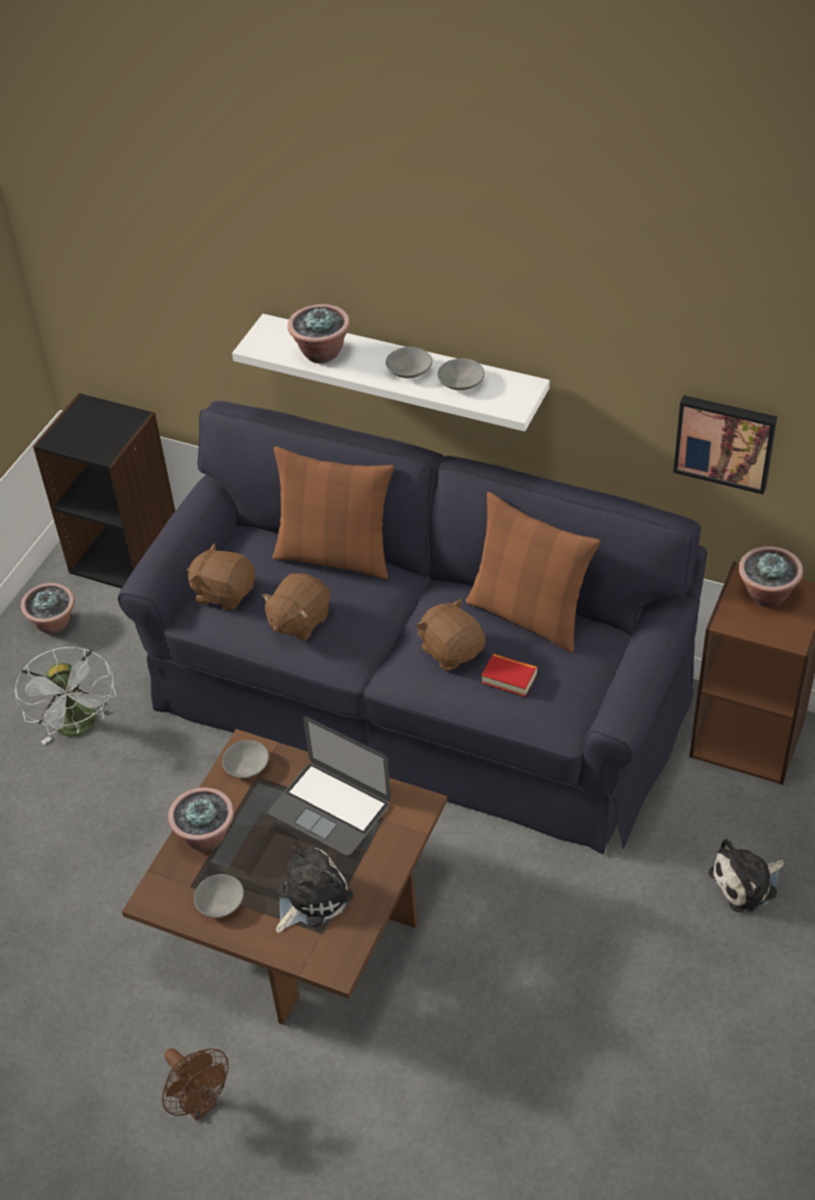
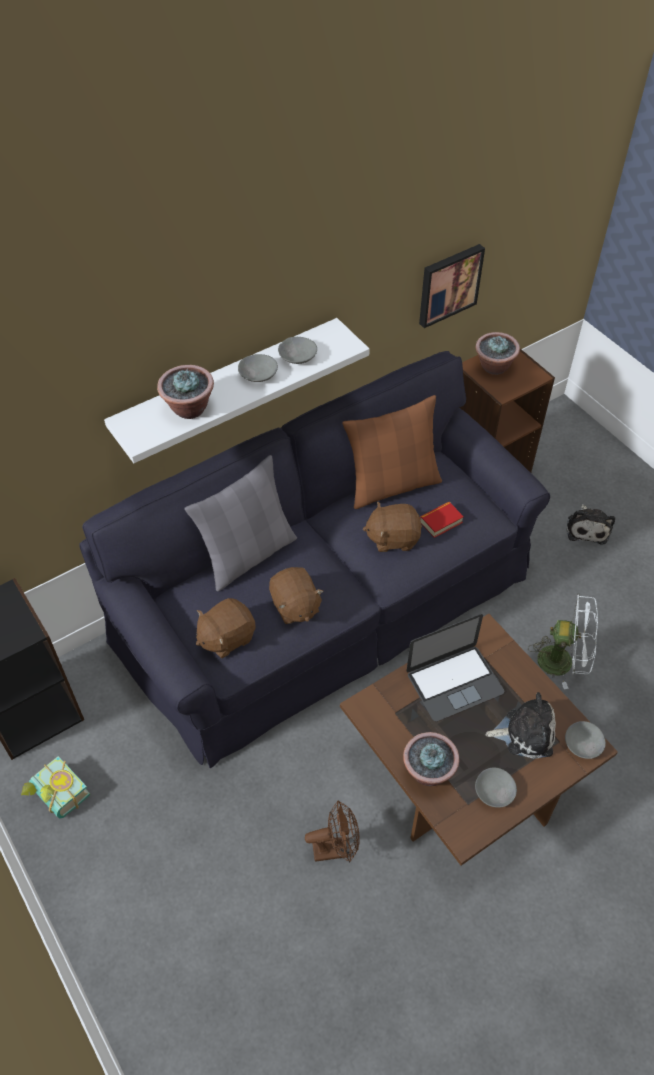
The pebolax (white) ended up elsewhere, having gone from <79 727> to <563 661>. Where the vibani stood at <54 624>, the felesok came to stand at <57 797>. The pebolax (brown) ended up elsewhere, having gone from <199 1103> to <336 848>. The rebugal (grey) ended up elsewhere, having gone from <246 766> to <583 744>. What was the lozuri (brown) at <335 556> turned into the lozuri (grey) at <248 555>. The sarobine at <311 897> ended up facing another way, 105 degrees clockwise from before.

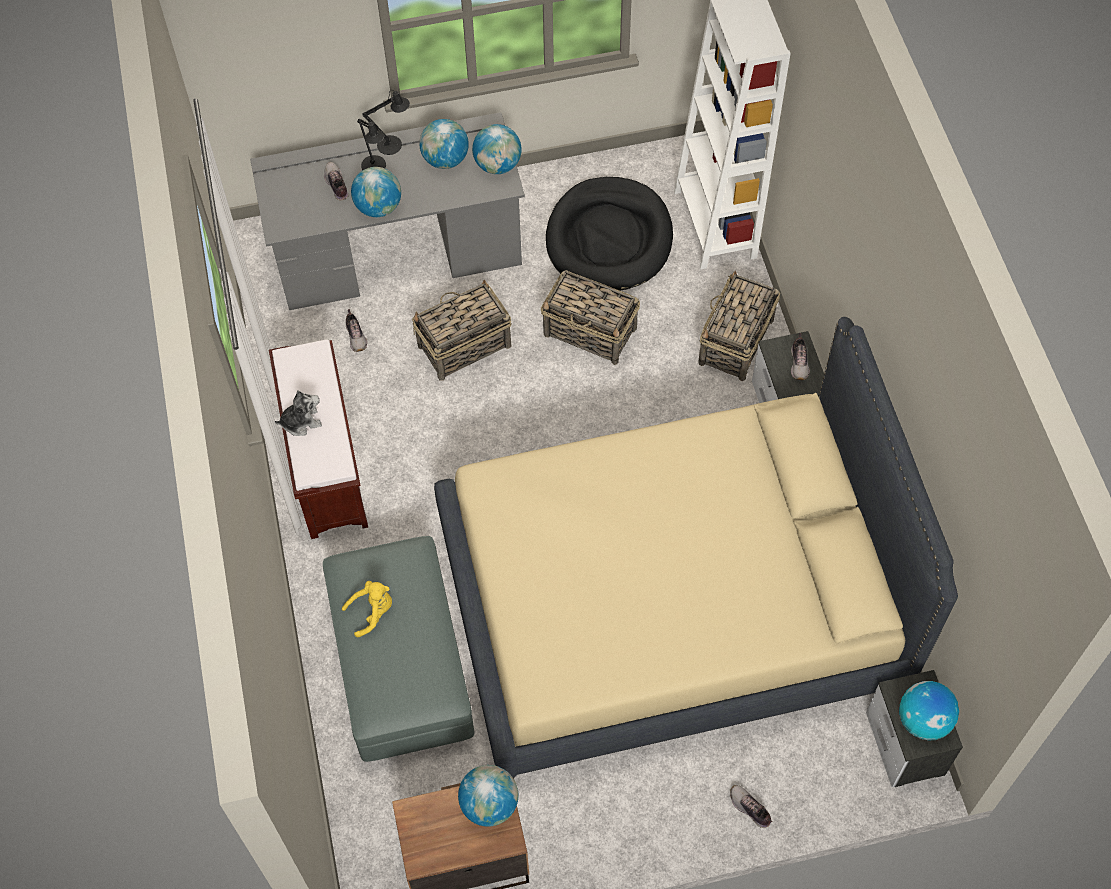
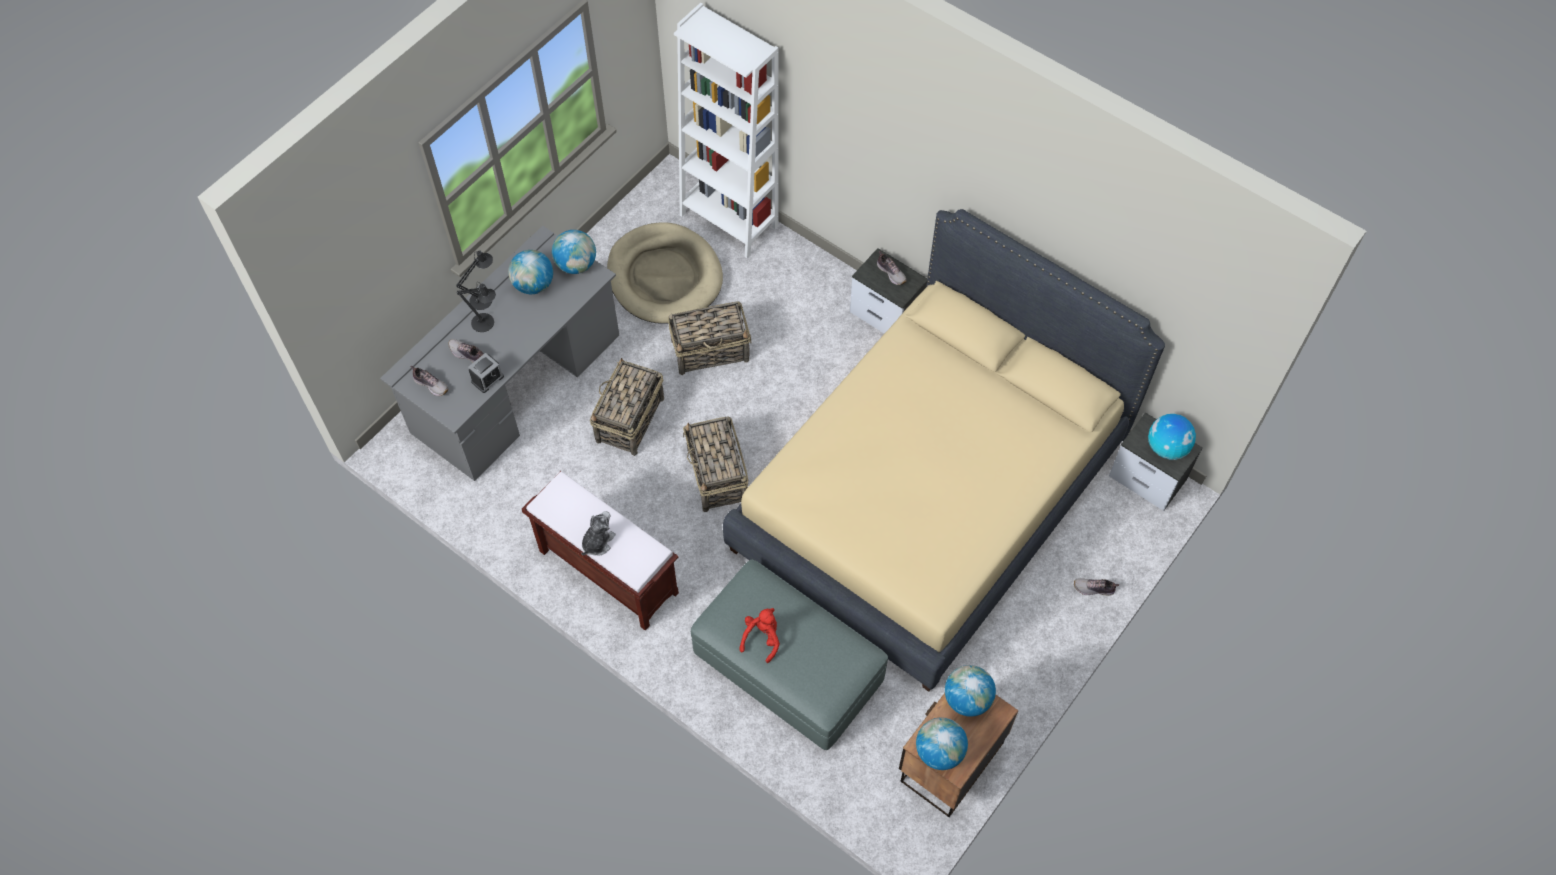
What was the sarobine (yellow) at <372 612> turned into the sarobine (red) at <762 638>. The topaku ended up elsewhere, having gone from <356 336> to <431 384>. The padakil ended up elsewhere, having gone from <378 207> to <939 751>. What was the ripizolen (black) at <609 238> turned into the ripizolen (beige) at <664 277>. The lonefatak ended up elsewhere, having gone from <735 342> to <717 476>. The second view gained the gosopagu at <487 379>.

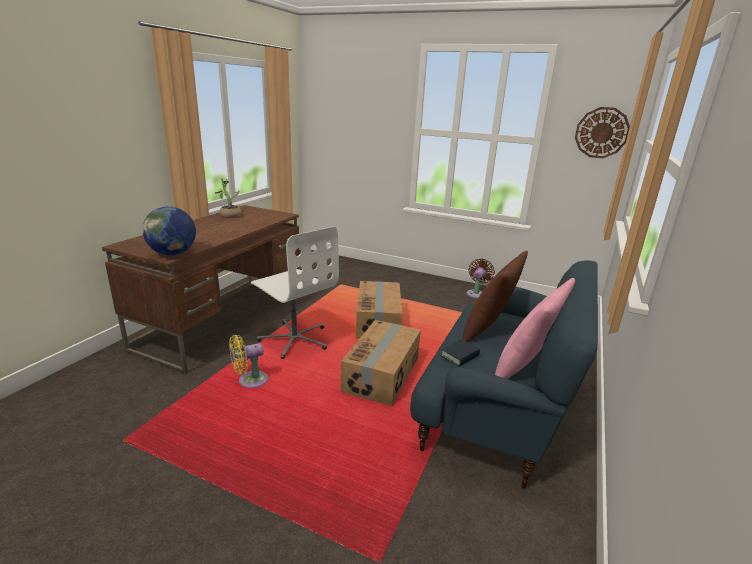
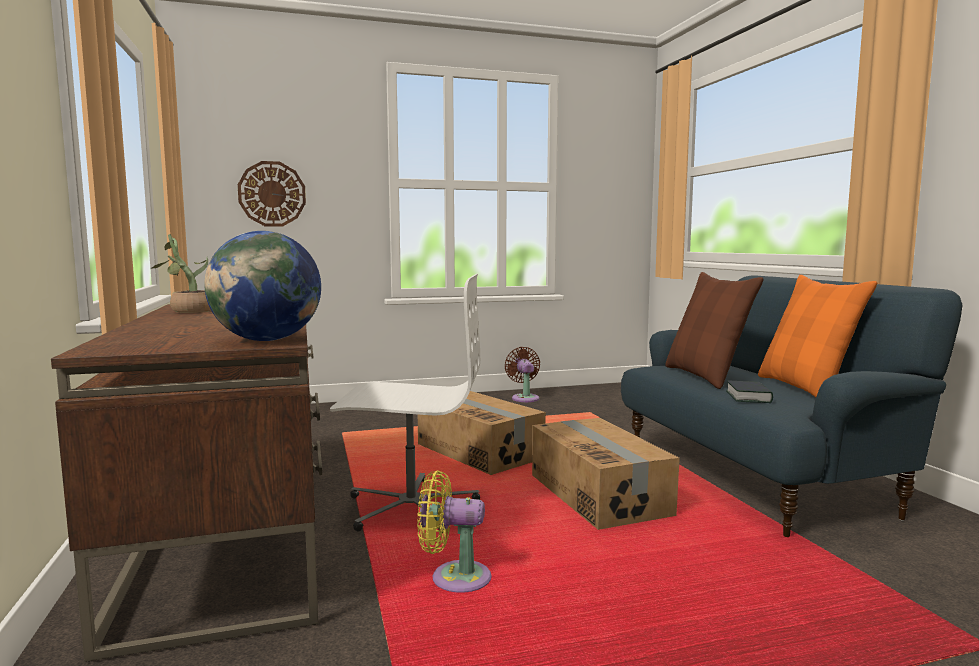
The pebolax (yellow) at <250 381> ended up facing another way, 75 degrees clockwise from before. What was the lozuri (pink) at <525 367> turned into the lozuri (orange) at <805 388>. The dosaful ended up elsewhere, having gone from <601 133> to <272 194>.

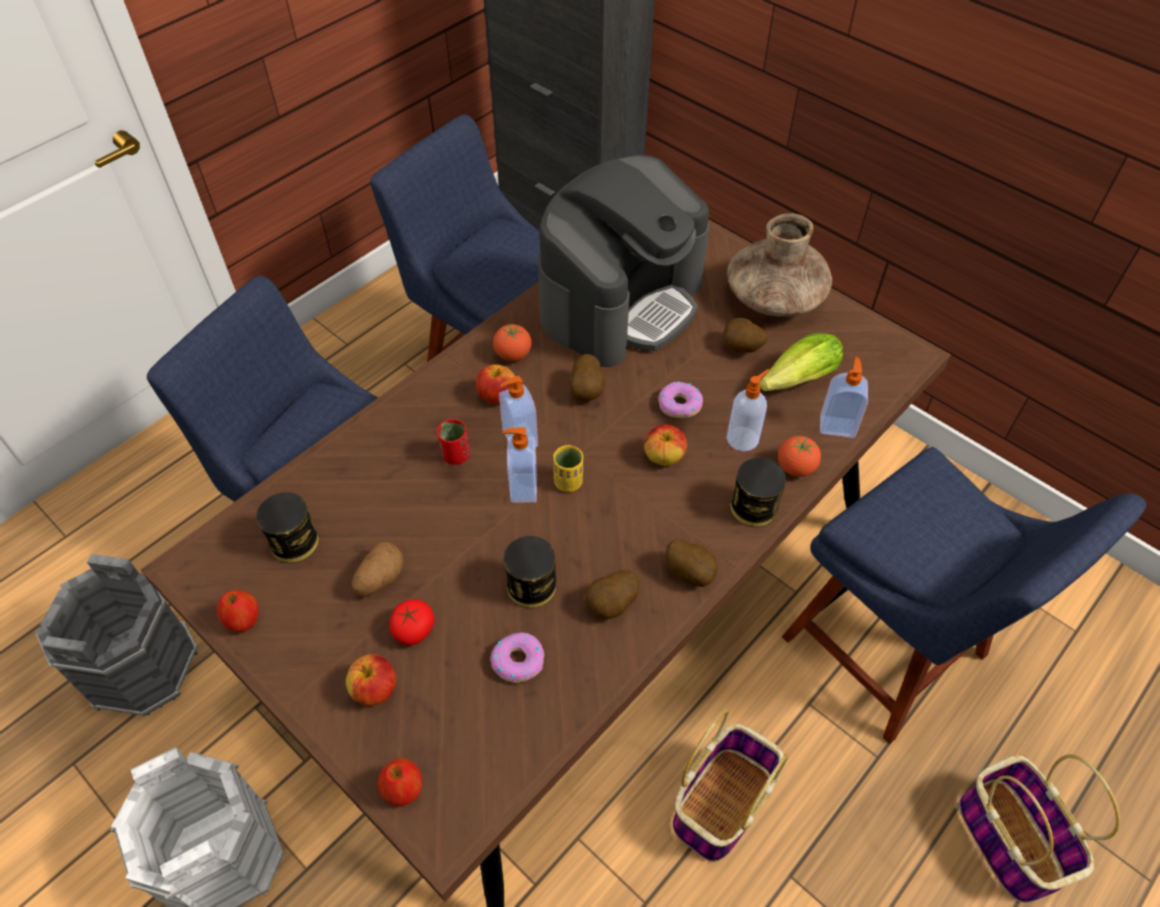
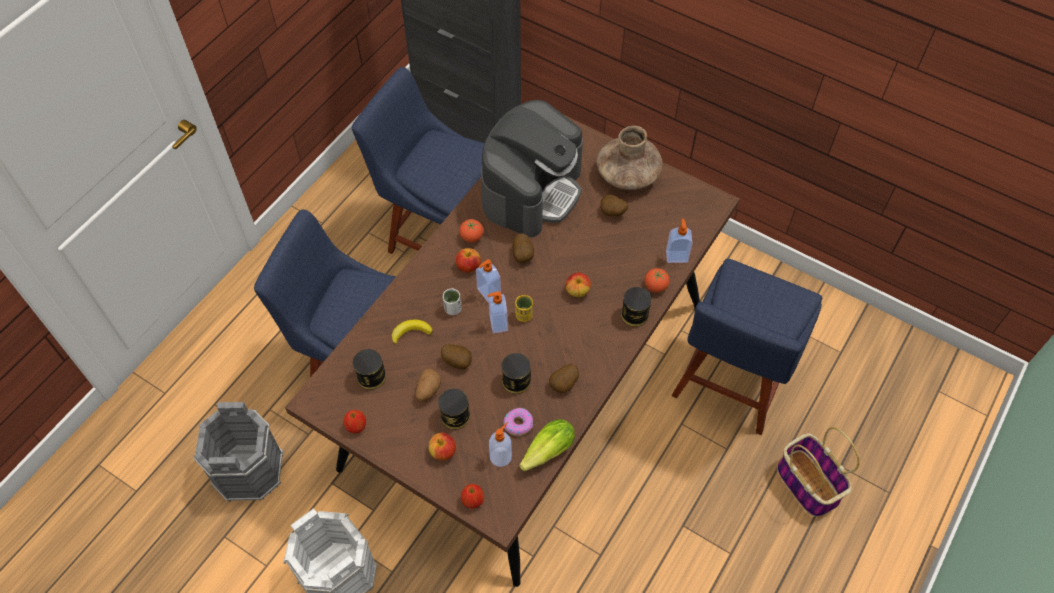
Where the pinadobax stood at <413 629>, the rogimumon came to stand at <455 416>. What was the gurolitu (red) at <456 455> turned into the gurolitu (white) at <453 309>. The second view lost the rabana at <679 405>. The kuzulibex ended up elsewhere, having gone from <690 572> to <458 361>. The second view lost the lonefatak at <722 802>. The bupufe ended up elsewhere, having gone from <743 438> to <501 456>. The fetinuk ended up elsewhere, having gone from <794 381> to <545 453>. The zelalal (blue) at <892 654> ended up facing another way, 75 degrees clockwise from before. The second view gained the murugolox at <411 332>.

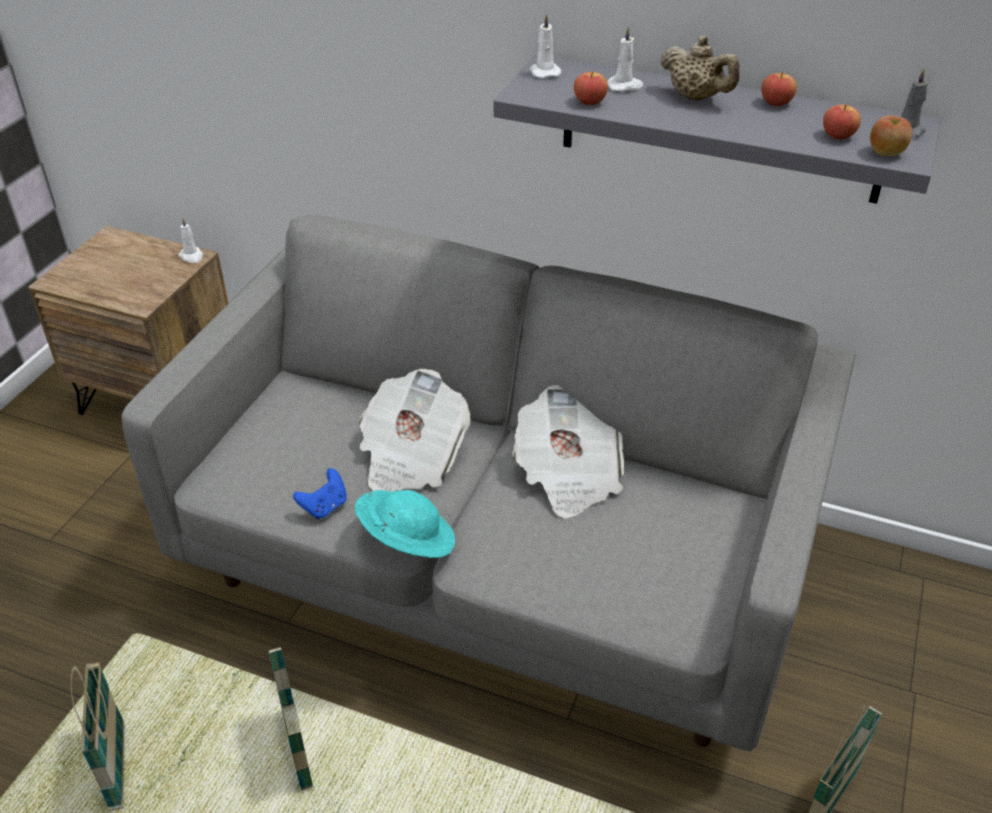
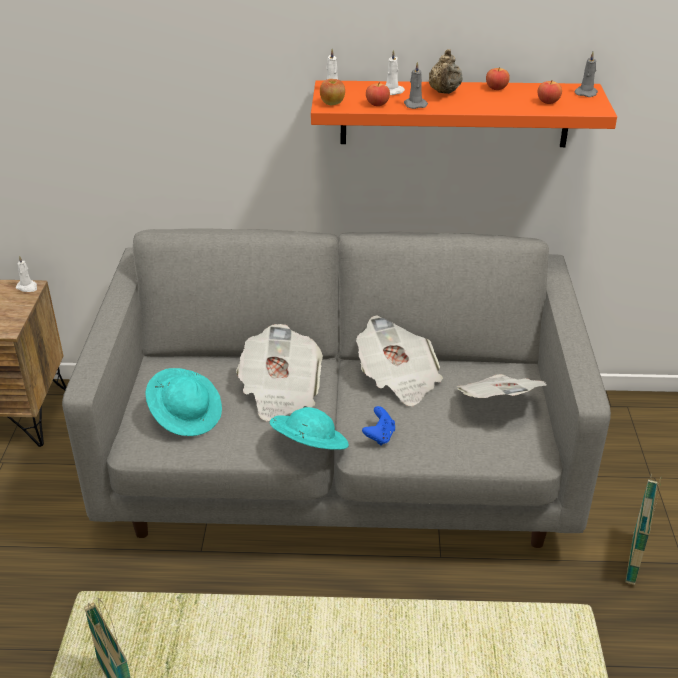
The second view lost the lonefatak at <298 750>. The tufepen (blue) ended up elsewhere, having gone from <325 507> to <379 436>. What was the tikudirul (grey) at <720 129> turned into the tikudirul (orange) at <454 114>. The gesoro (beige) at <696 98> ended up facing another way, 75 degrees clockwise from before. The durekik ended up elsewhere, having gone from <886 153> to <332 103>. The second view gained the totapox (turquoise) at <186 415>. The second view gained the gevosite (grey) at <414 104>. The second view gained the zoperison at <498 404>.

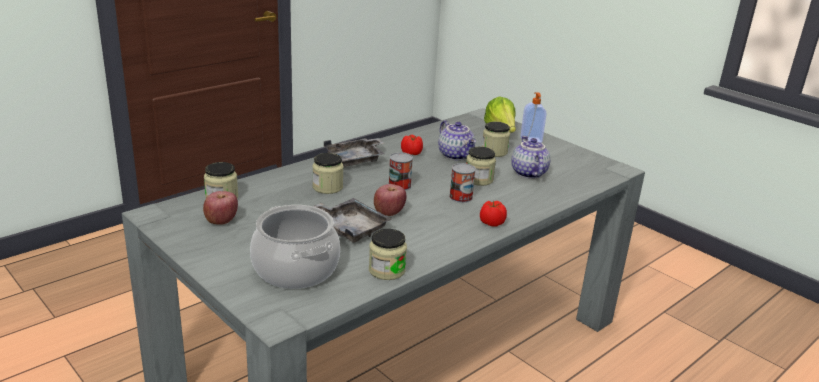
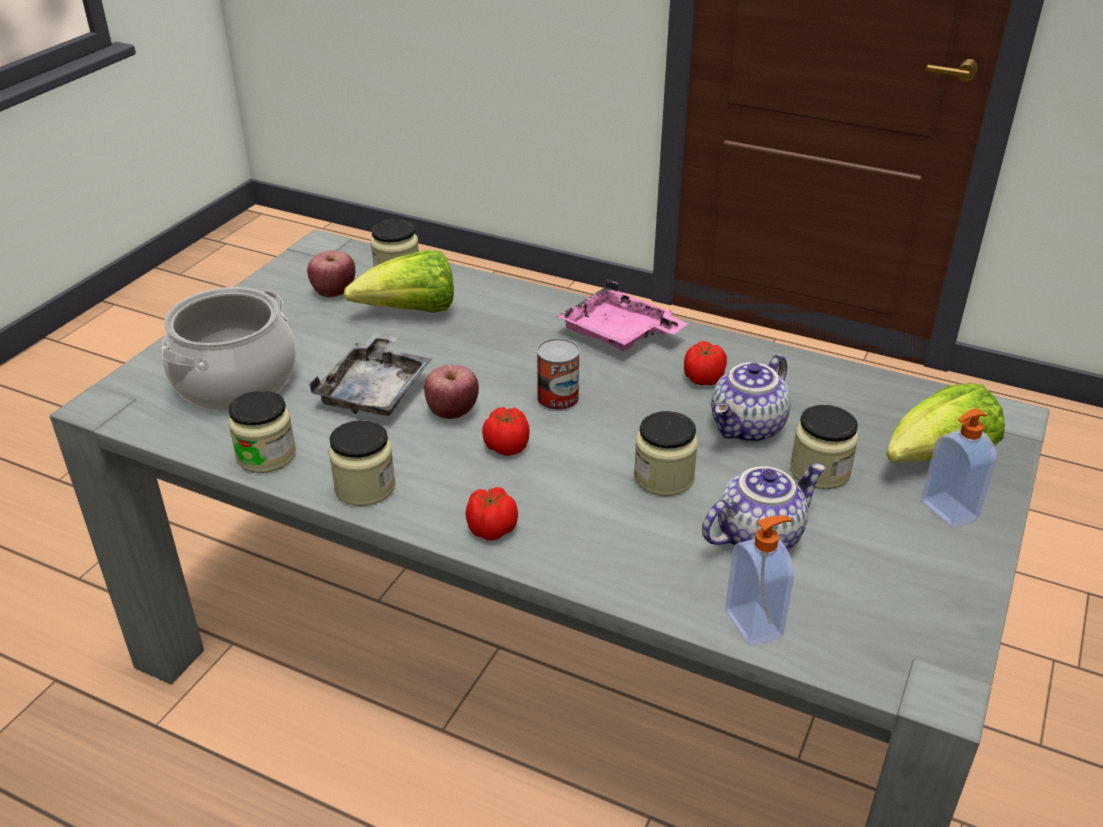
The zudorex ended up elsewhere, having gone from <327 187> to <365 487>. What was the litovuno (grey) at <356 160> turned into the litovuno (pink) at <619 334>. The second view lost the rogimumon at <460 197>. The second view gained the fetinuk at <410 312>. The second view gained the pinadobax at <507 446>. The second view gained the bupufe at <755 623>.

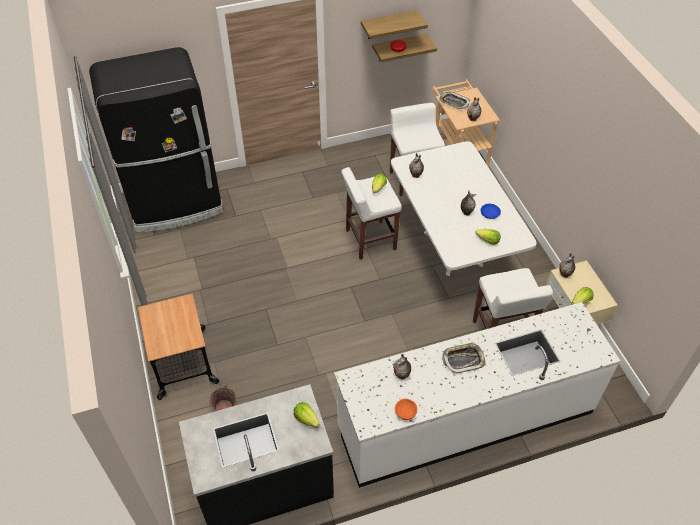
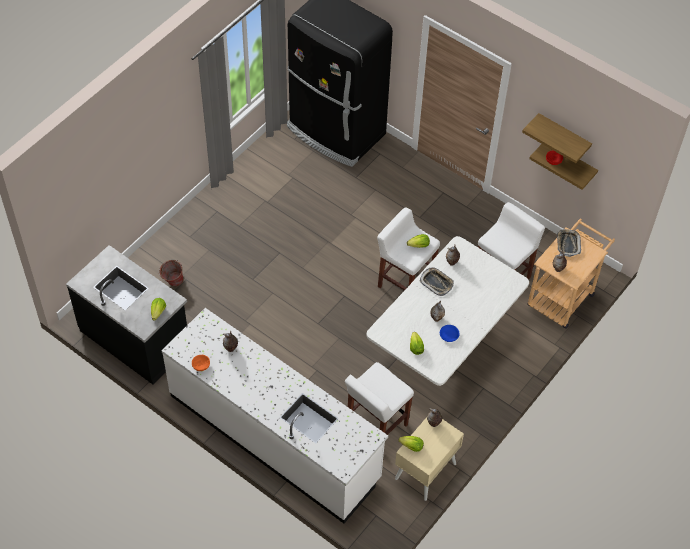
The second view lost the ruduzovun at <182 363>. The litovuno ended up elsewhere, having gone from <463 359> to <436 283>.

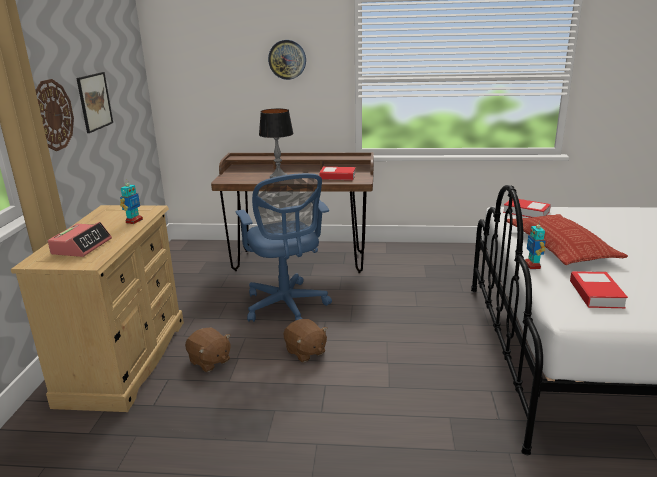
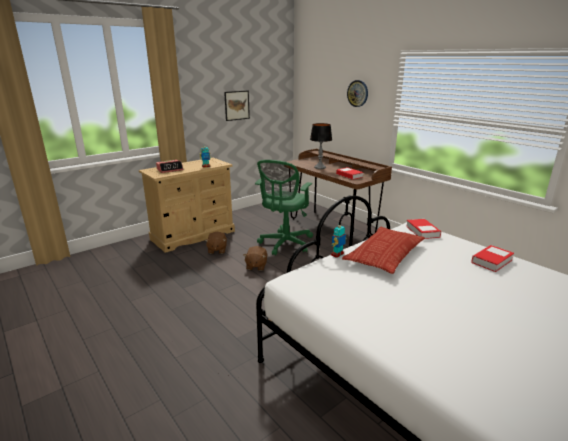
The second view lost the dosaful at <52 115>. What was the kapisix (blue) at <286 307> turned into the kapisix (green) at <284 244>. The felesok ended up elsewhere, having gone from <596 294> to <491 261>.

